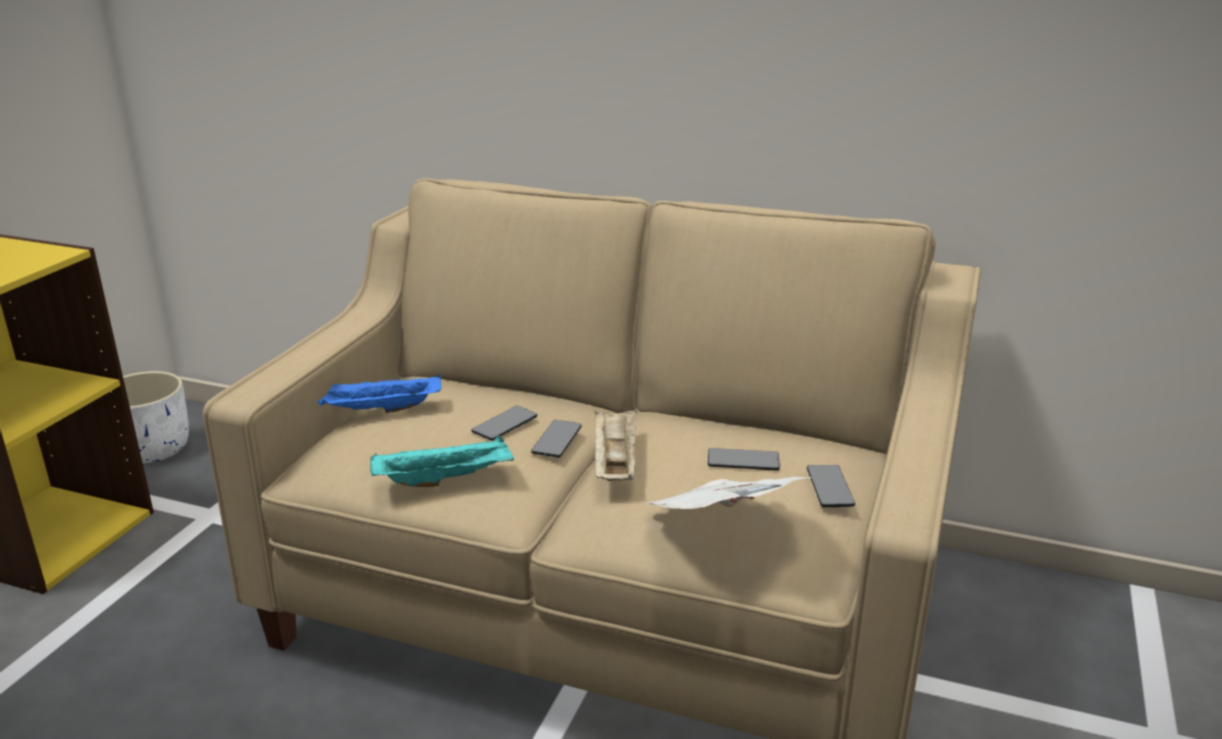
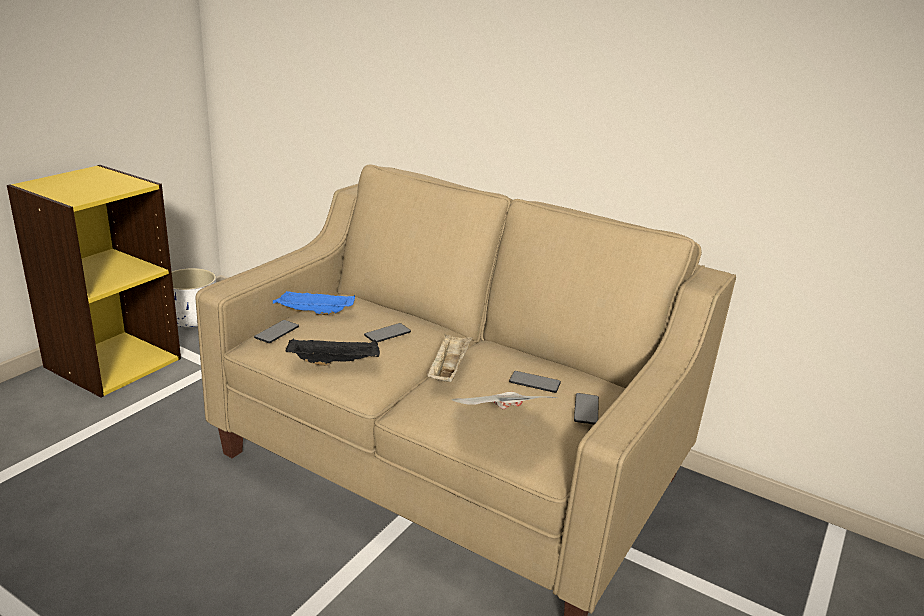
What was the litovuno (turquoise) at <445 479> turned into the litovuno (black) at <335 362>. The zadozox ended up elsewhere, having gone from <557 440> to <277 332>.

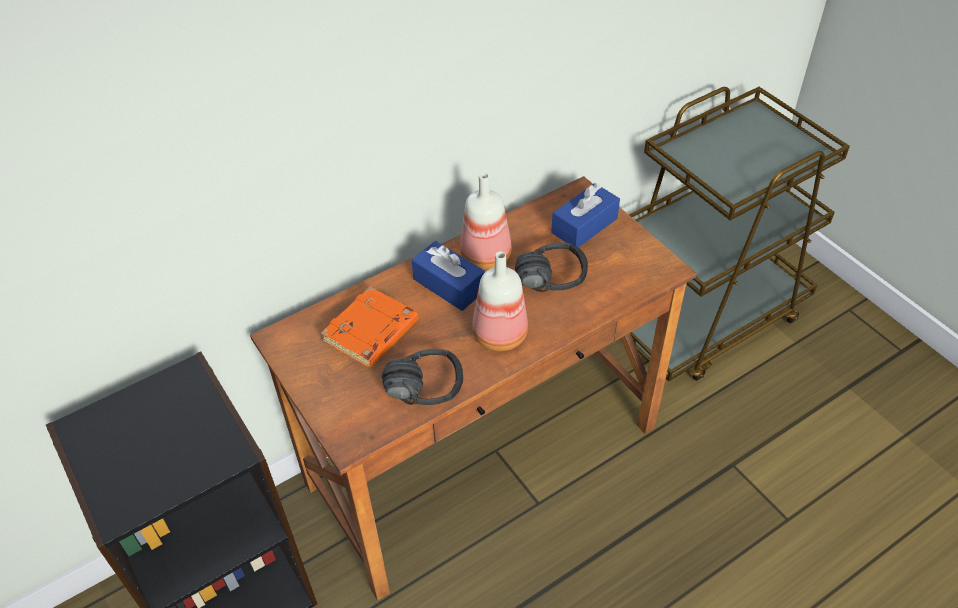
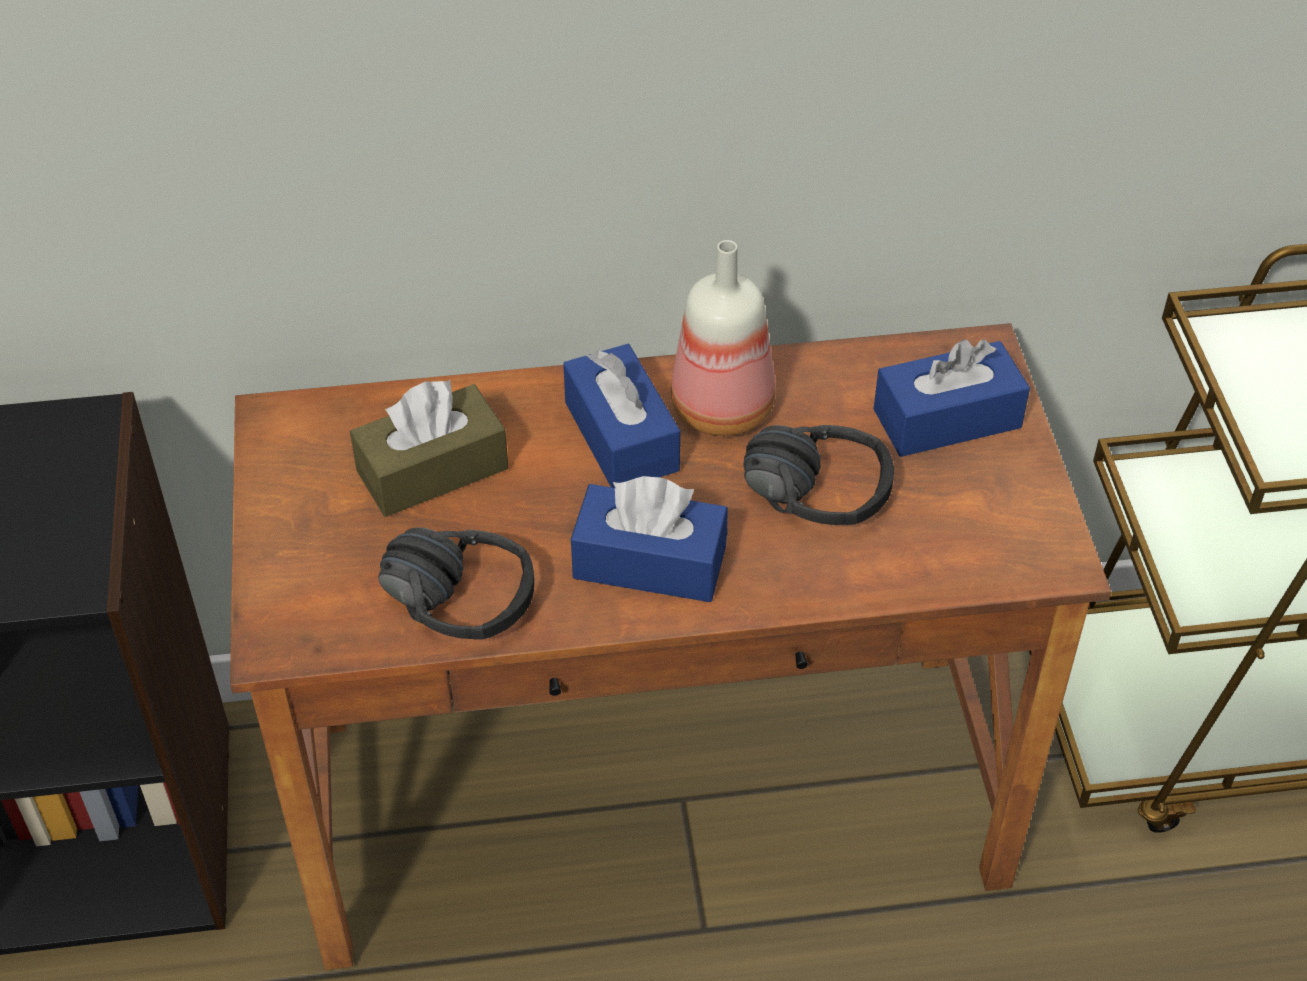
Where the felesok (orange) stood at <371 333>, the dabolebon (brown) came to stand at <432 470>. Where the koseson stood at <499 336>, the dabolebon (blue) came to stand at <649 562>.

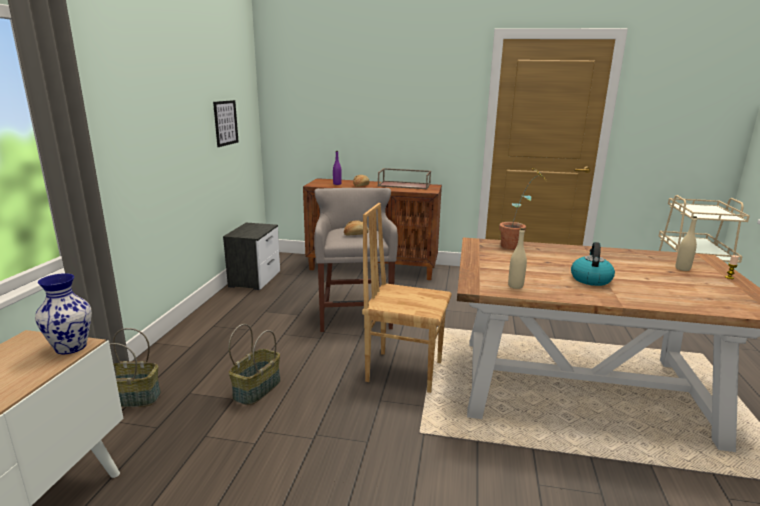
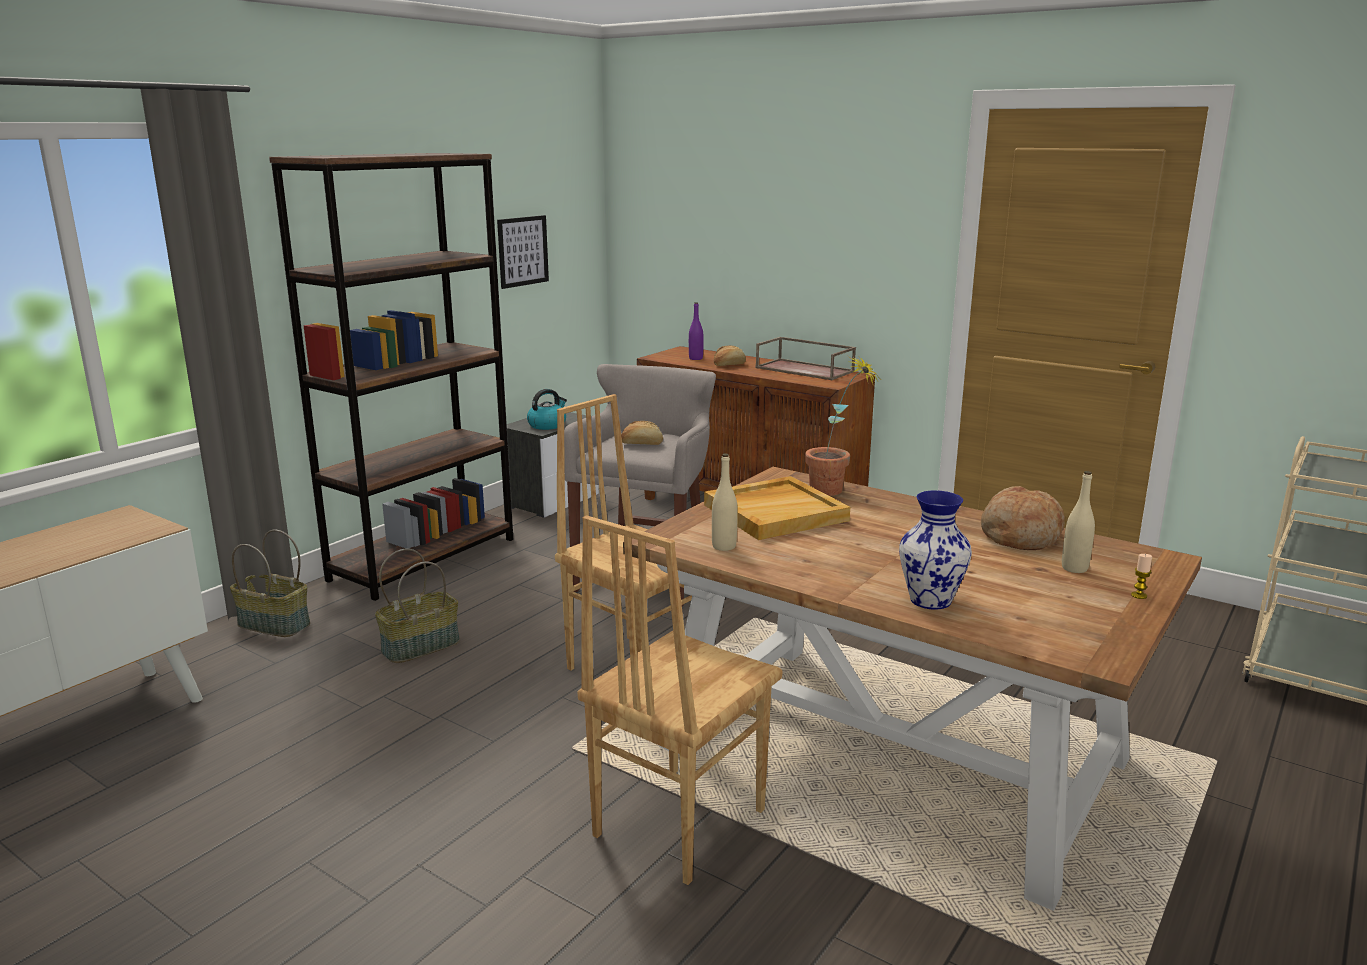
The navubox ended up elsewhere, having gone from <72 347> to <932 601>. The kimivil ended up elsewhere, having gone from <590 279> to <547 425>. The second view gained the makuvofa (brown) at <424 559>. The second view gained the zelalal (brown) at <676 823>. The second view gained the litovuno (beige) at <775 512>. The second view gained the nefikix at <1019 536>.

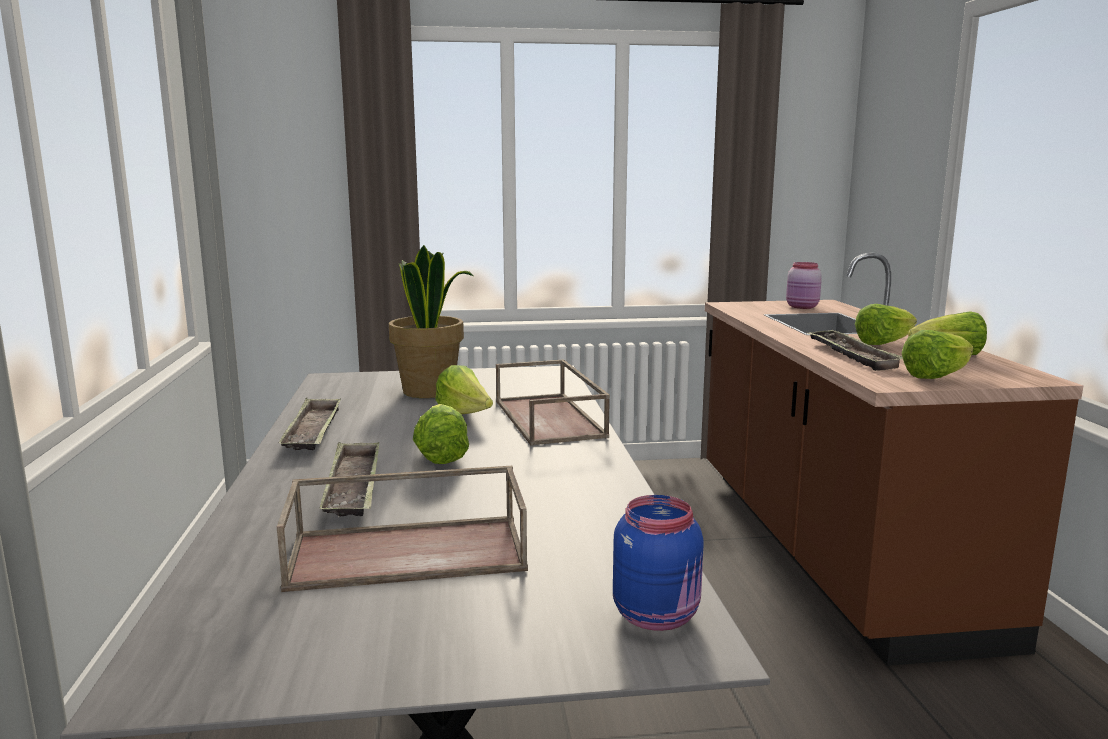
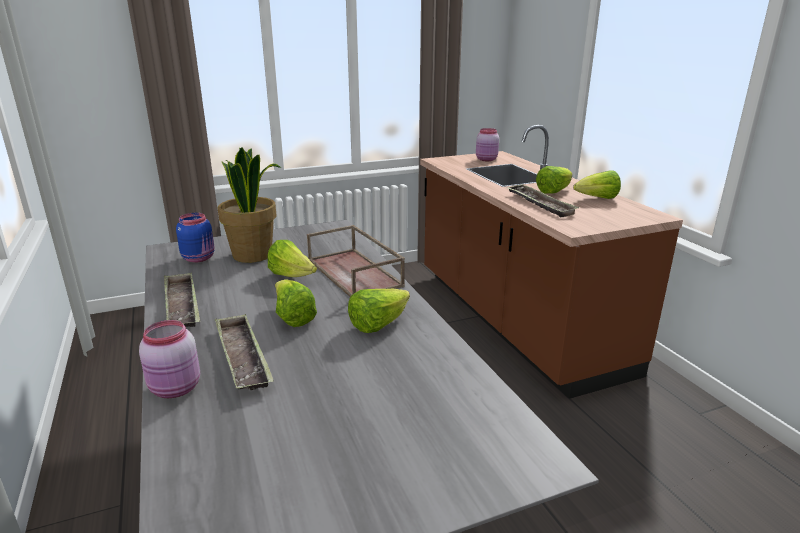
The second view lost the litovuno (brown) at <410 551>. The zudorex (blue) ended up elsewhere, having gone from <658 615> to <199 258>. The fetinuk ended up elsewhere, having gone from <936 376> to <378 324>. The second view gained the zudorex (pink) at <176 389>.

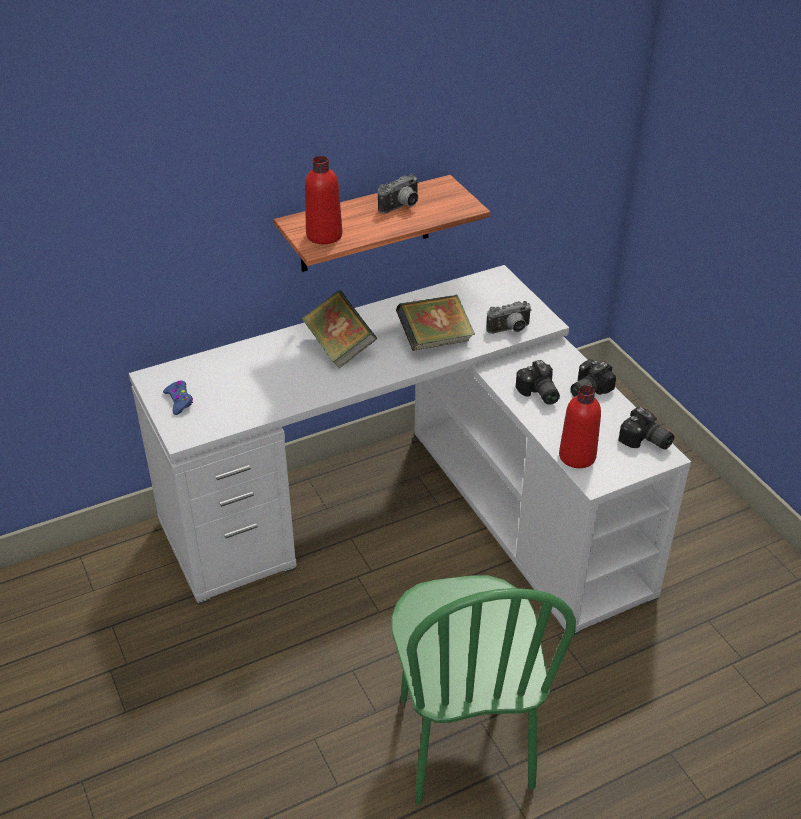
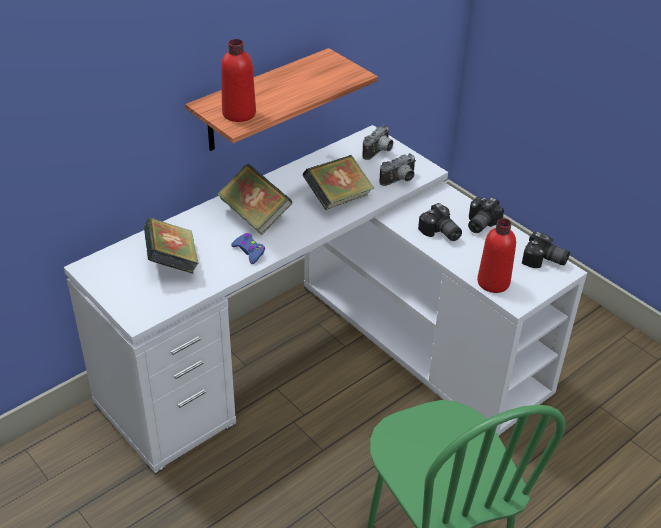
The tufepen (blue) ended up elsewhere, having gone from <179 401> to <249 251>. The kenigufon ended up elsewhere, having gone from <402 207> to <379 152>. The second view gained the felesok at <172 262>.

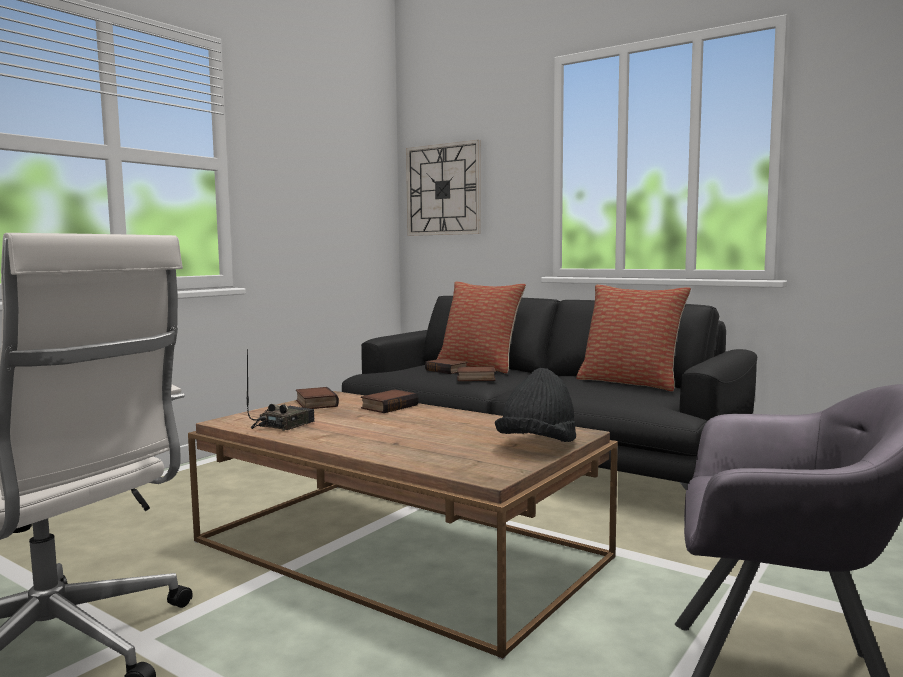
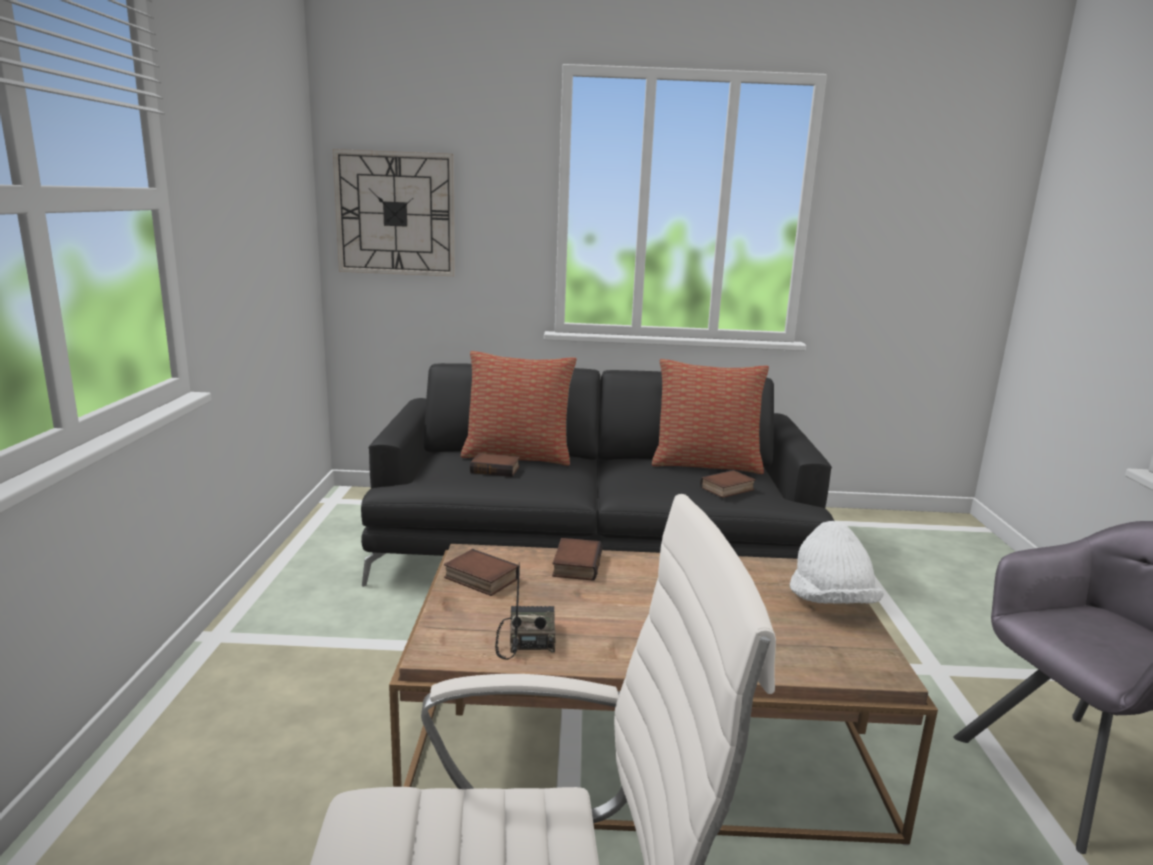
The felesok ended up elsewhere, having gone from <475 378> to <727 489>. What was the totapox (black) at <537 445> turned into the totapox (white) at <830 603>.

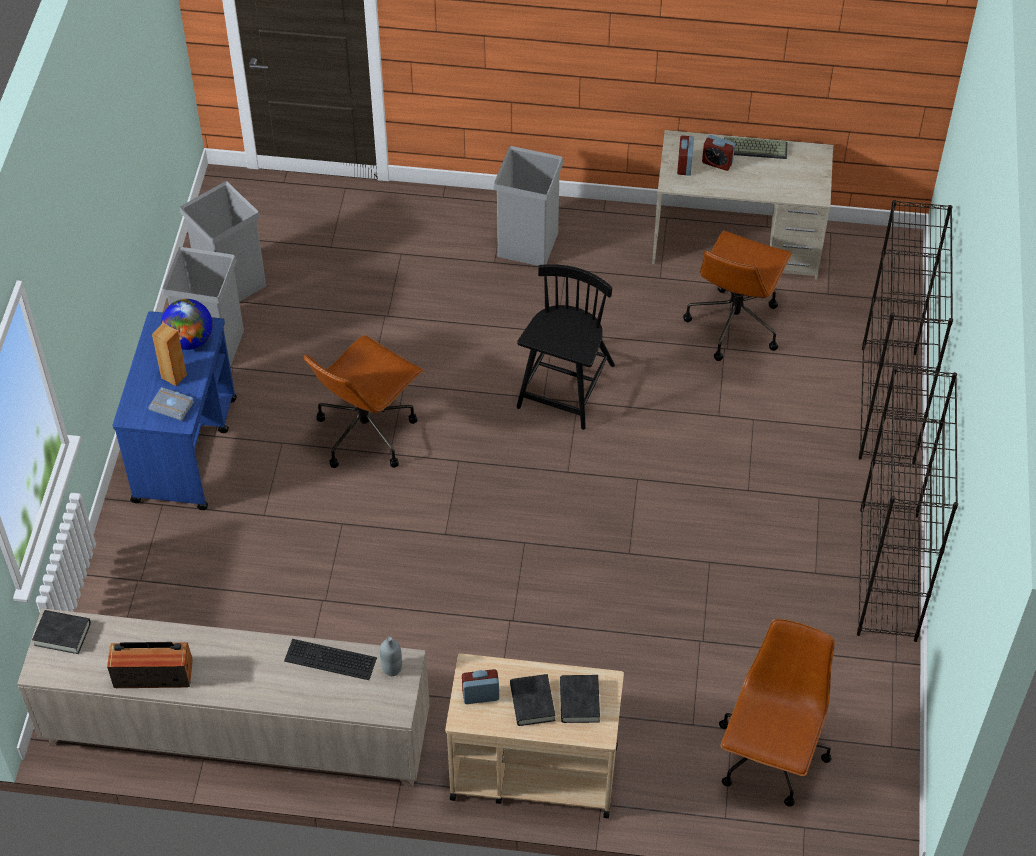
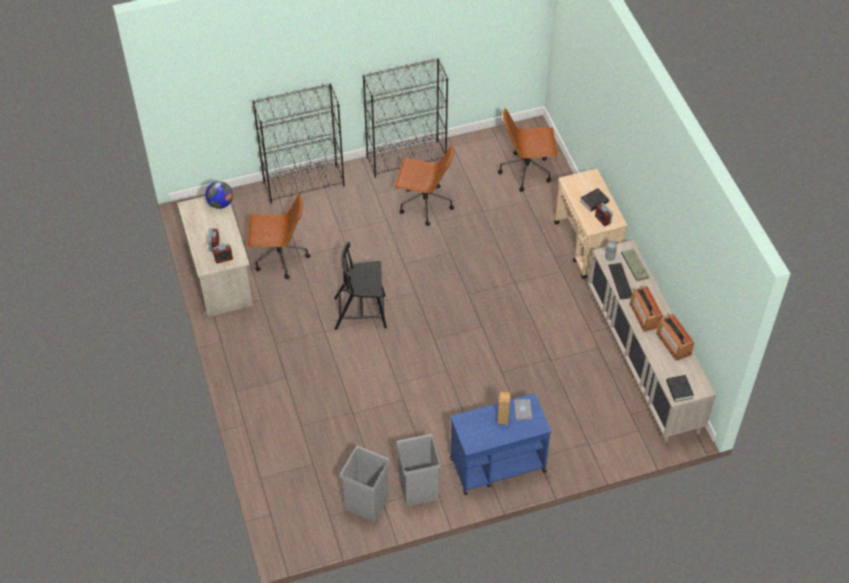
The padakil ended up elsewhere, having gone from <190 340> to <220 203>. The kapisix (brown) ended up elsewhere, having gone from <366 432> to <424 205>. The second view lost the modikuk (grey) at <528 244>. The second view lost the felesok (black) at <579 701>. The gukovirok ended up elsewhere, having gone from <755 148> to <634 265>. The second view gained the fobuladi at <644 315>.

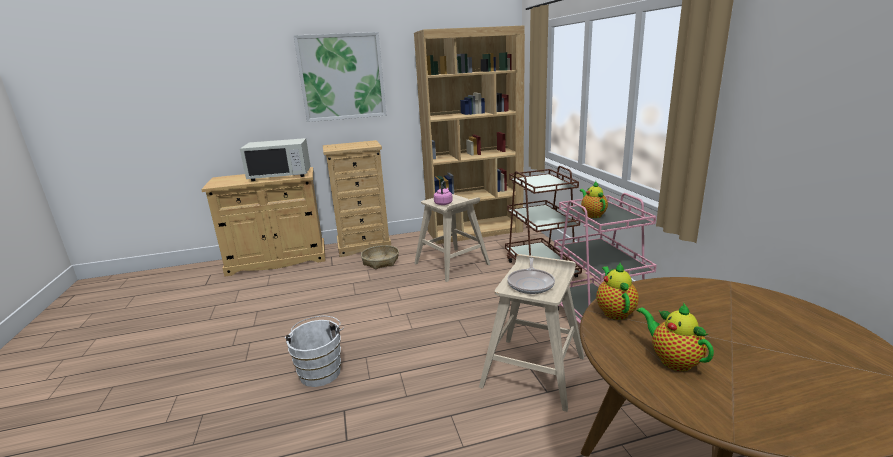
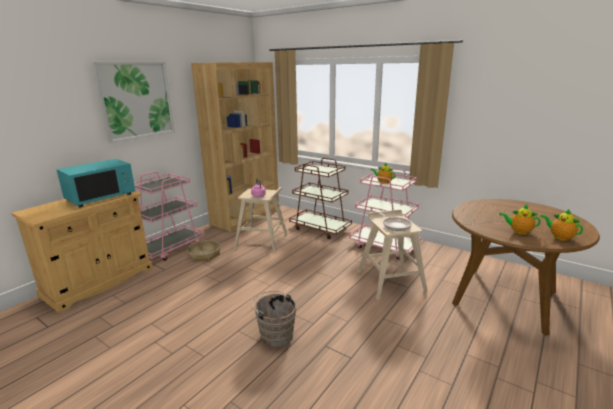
What was the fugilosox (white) at <280 175> turned into the fugilosox (turquoise) at <101 197>. What was the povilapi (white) at <321 371> turned into the povilapi (brown) at <275 334>. Where the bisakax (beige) stood at <364 246>, the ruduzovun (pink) came to stand at <171 248>. The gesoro ended up elsewhere, having gone from <614 311> to <559 237>.

